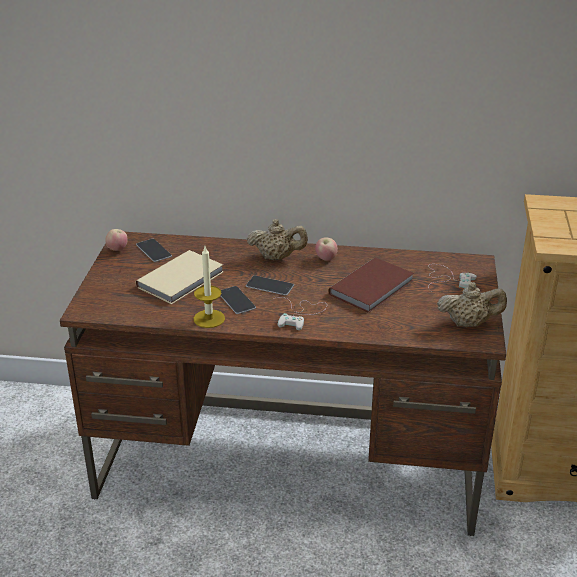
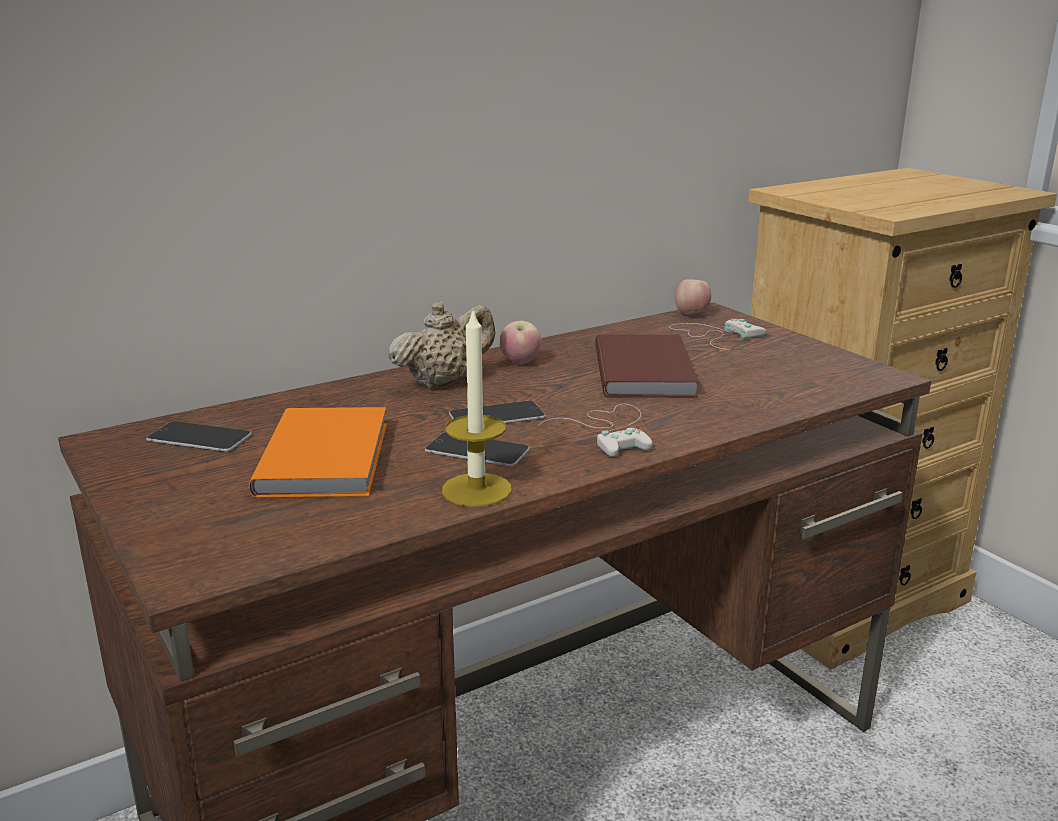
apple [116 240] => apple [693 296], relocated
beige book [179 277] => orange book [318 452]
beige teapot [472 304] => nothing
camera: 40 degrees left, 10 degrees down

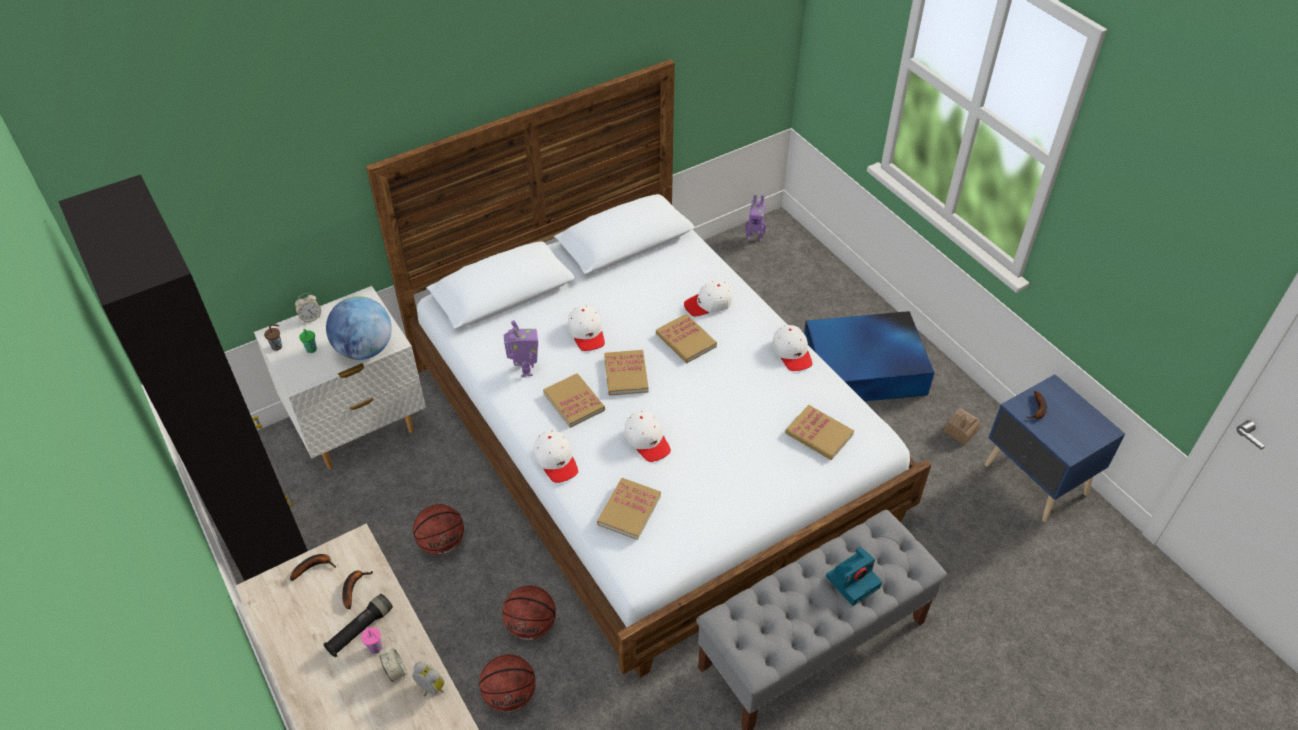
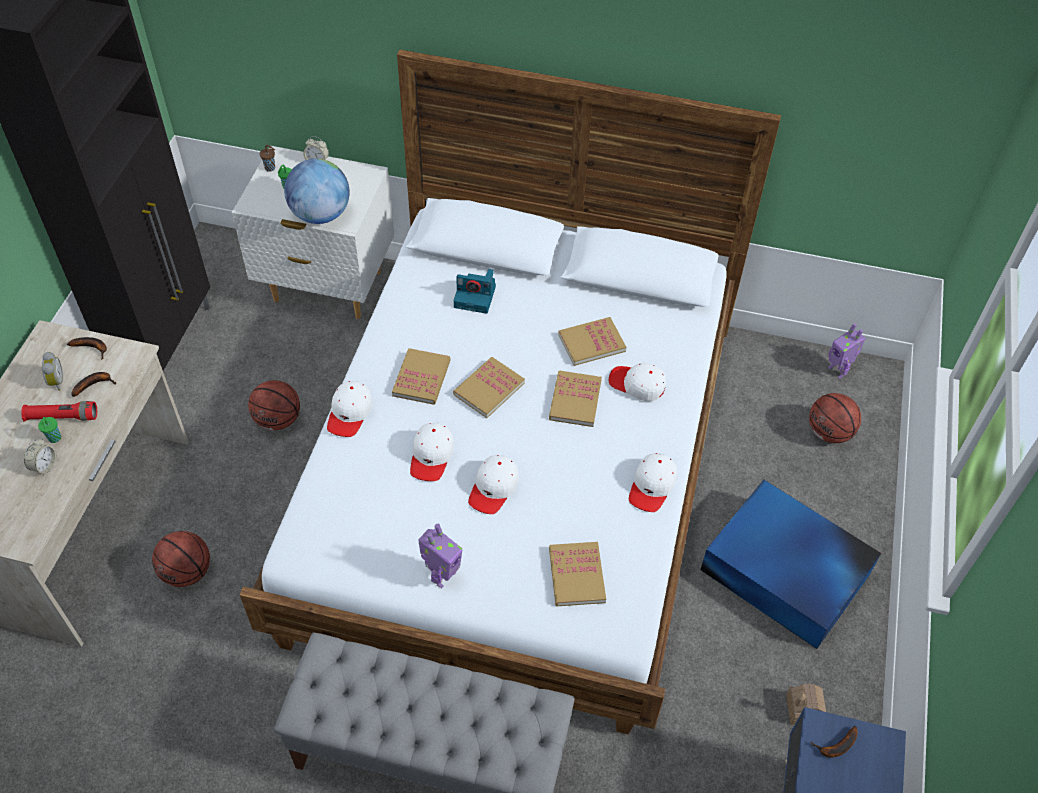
black flashlight [358 625] => red flashlight [59 411]
pink cup [371 640] => green cup [49 430]
alarm clock [428 679] => alarm clock [52 371], relocated
basketball [529 612] => basketball [835 418], relocated
toy robot [521 348] => toy robot [440 556], relocated
white cap [586 328] => white cap [493 484], relocated
book [629 509] => book [592 341], relocated
photo camera [854 576] => photo camera [475 291], relocated
camera: 45 degrees right, 5 degrees up

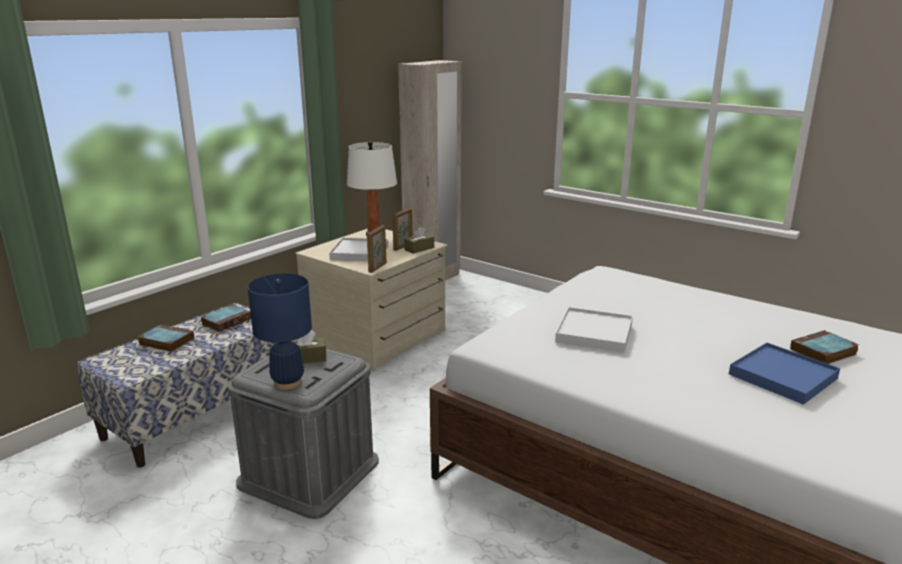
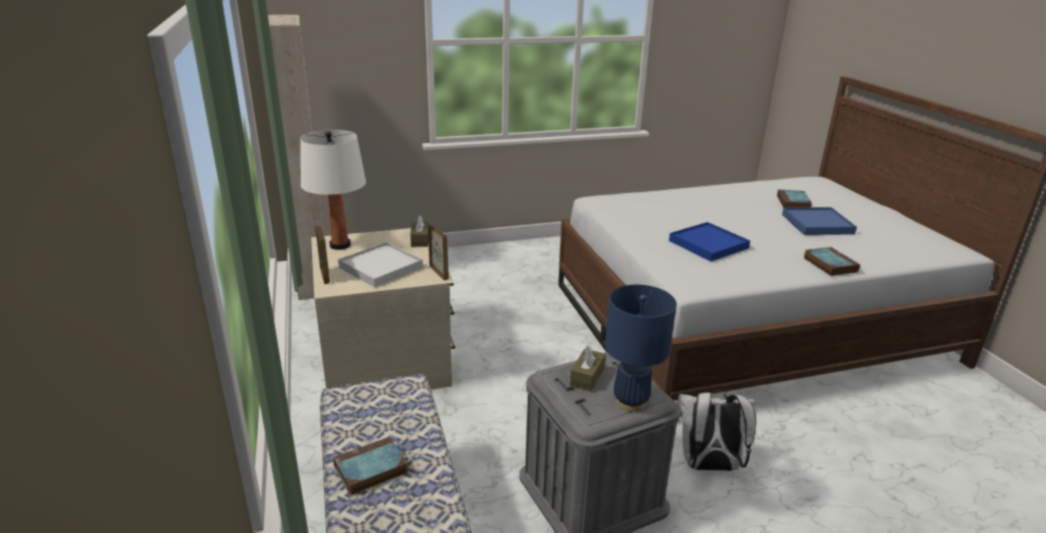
book [226 318] => book [832 261], relocated
picture frame [402 229] => picture frame [322 254], relocated
white tray [594 330] => blue tray [709 241]
nothing => white backpack [717 430]
camera: 55 degrees left, 5 degrees up

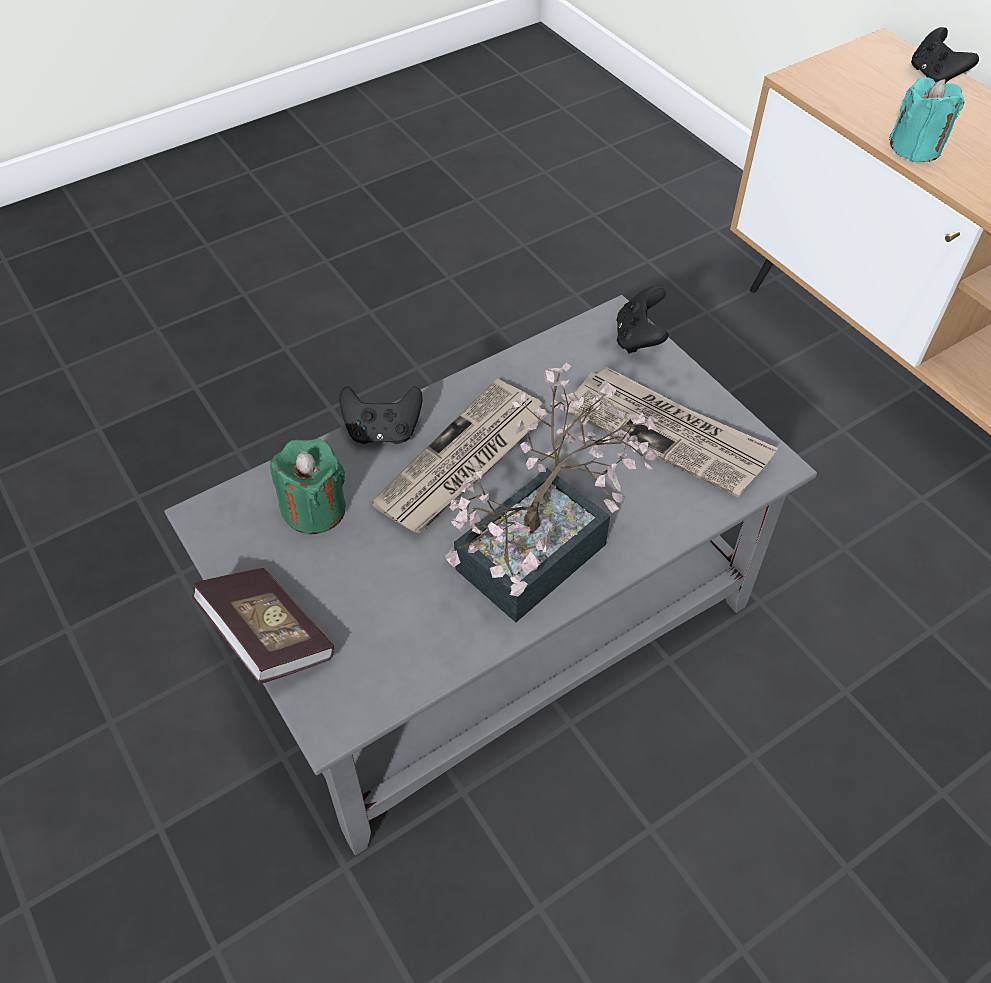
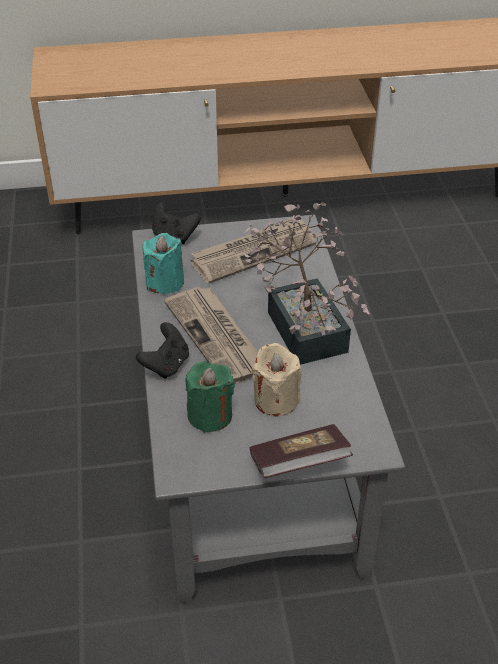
turquoise candle [927 119] => turquoise candle [163 263], relocated
black game controller [945 55] => nothing
nothing => beige candle [276 380]
camera: 65 degrees left, 10 degrees down

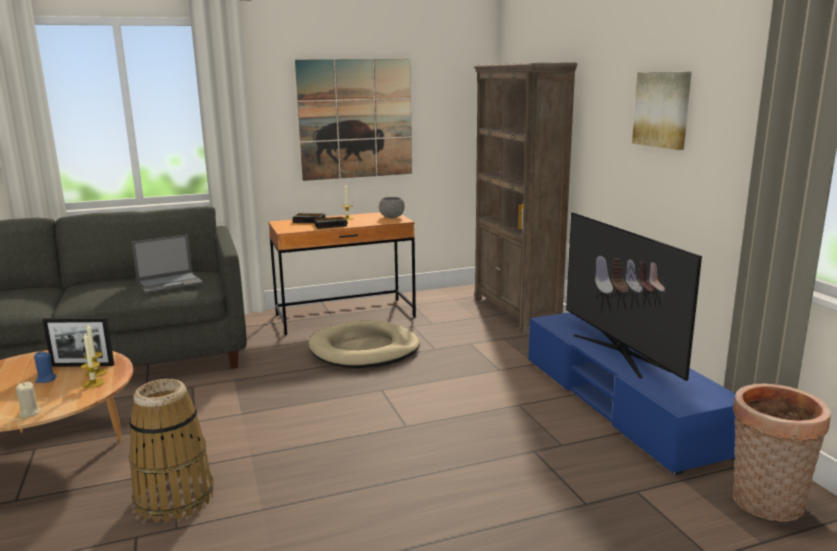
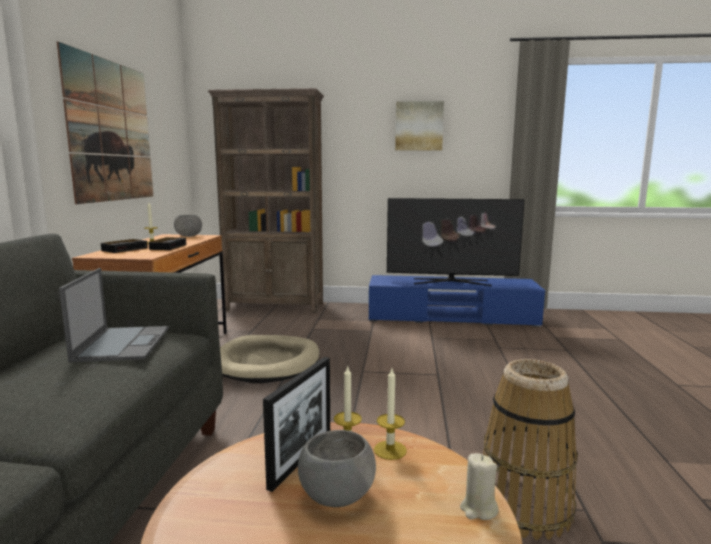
blue candle [45 367] => grey bowl [337 468]
basket [782 452] => nothing
camera: 65 degrees left, 5 degrees down

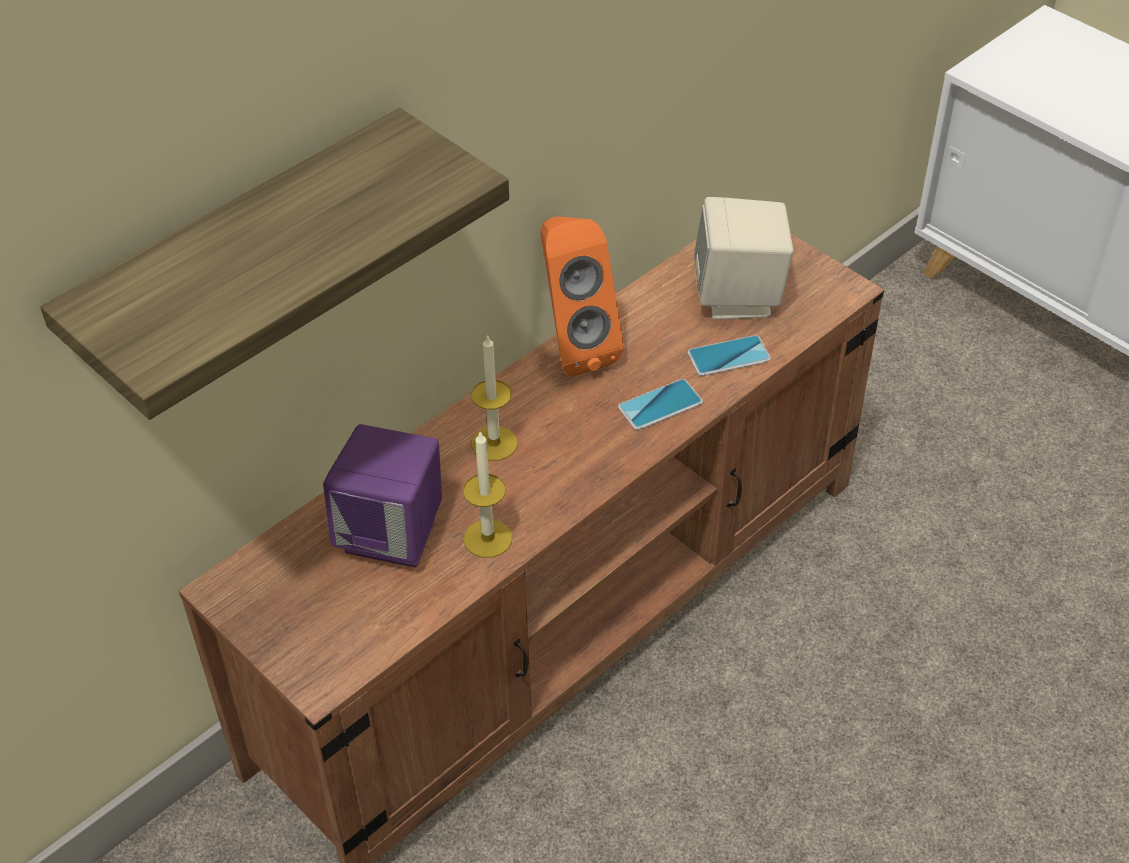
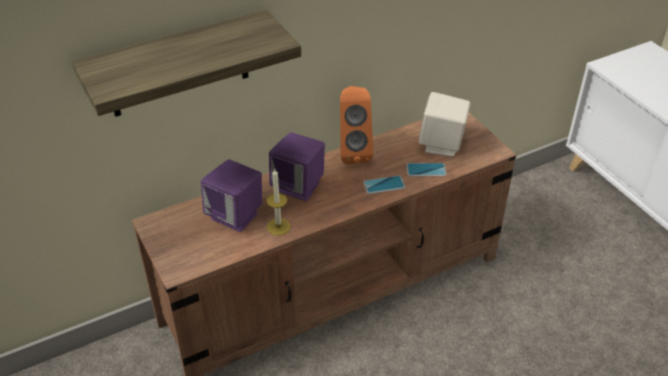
candle [494 397] => purple speaker [297 166]
camera: 15 degrees right, 5 degrees down

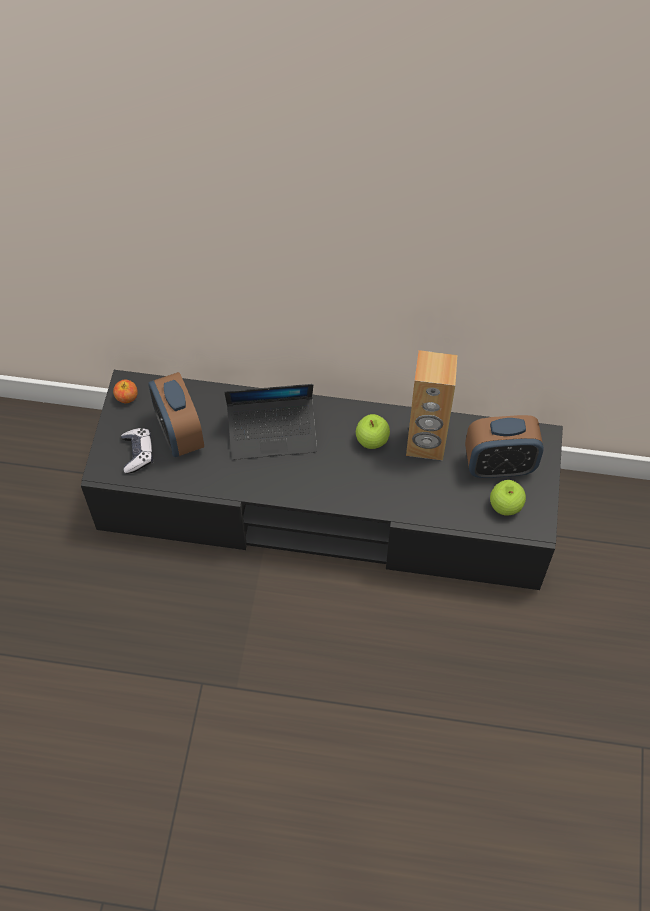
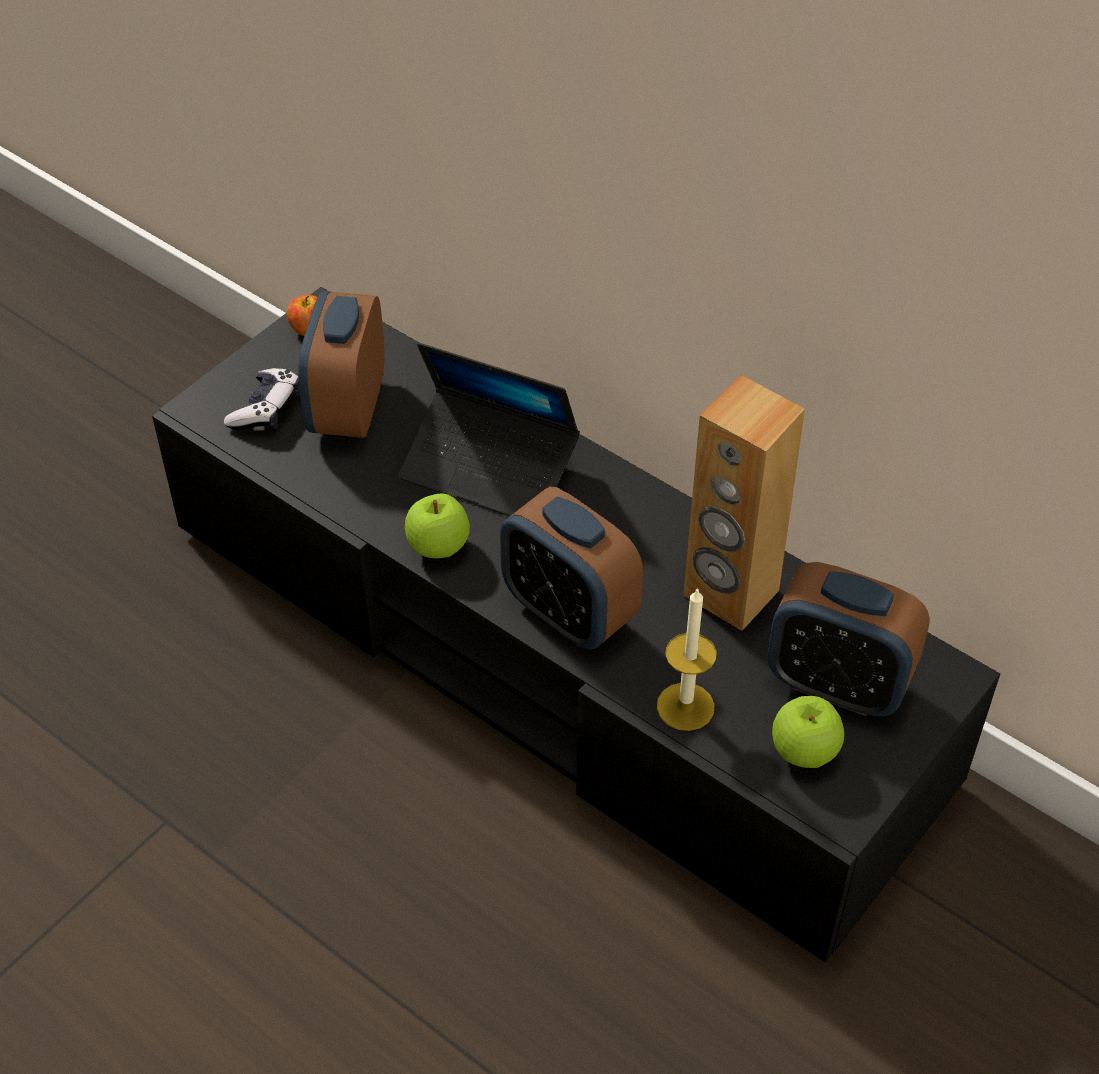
apple [373 431] => apple [437 525], relocated
nothing => alarm clock [571 568]
nothing => candle [687 659]
camera: 30 degrees right, 10 degrees down

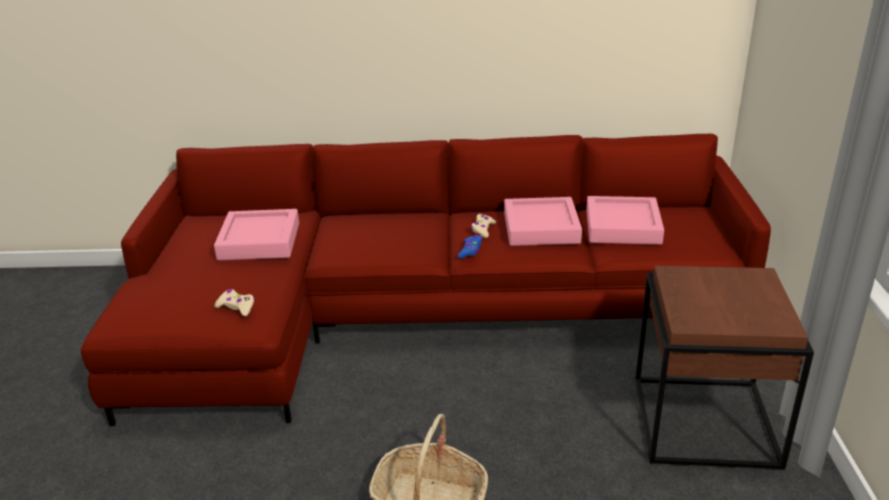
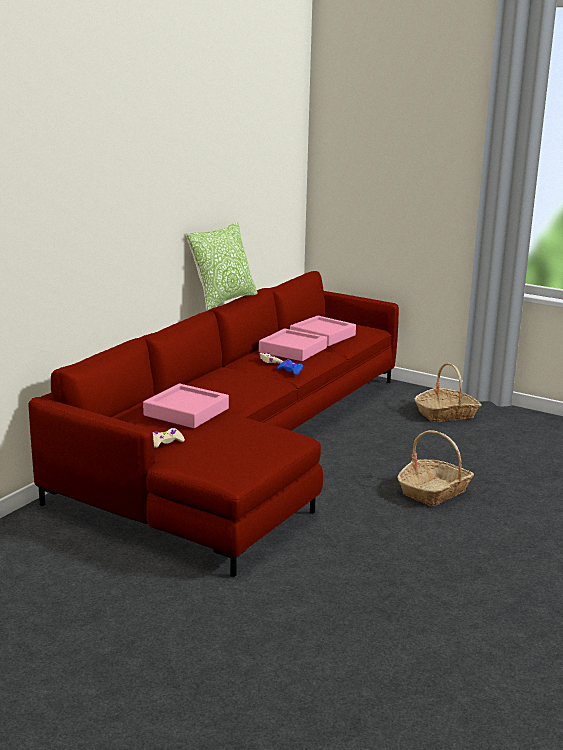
beige game controller [234 302] => beige game controller [169 438], relocated
brown side table [724 368] => basket [448 392]
nothing => pillow [222 266]
camera: 60 degrees left, 10 degrees down

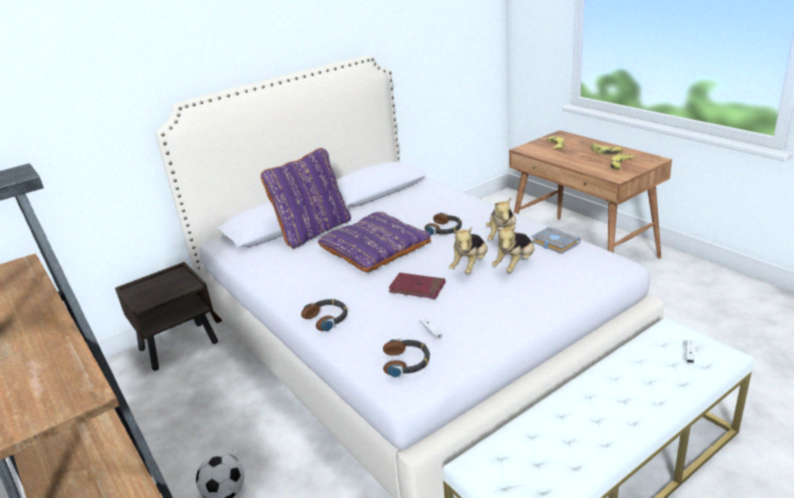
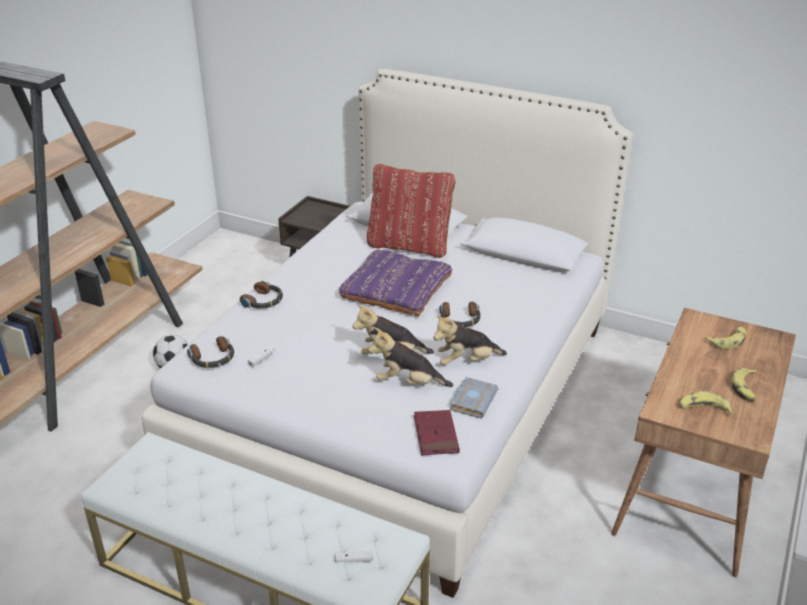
purple pillow [306 198] => red pillow [411 211]
red book [416 286] => red book [437 432], relocated
camera: 60 degrees right, 5 degrees up

